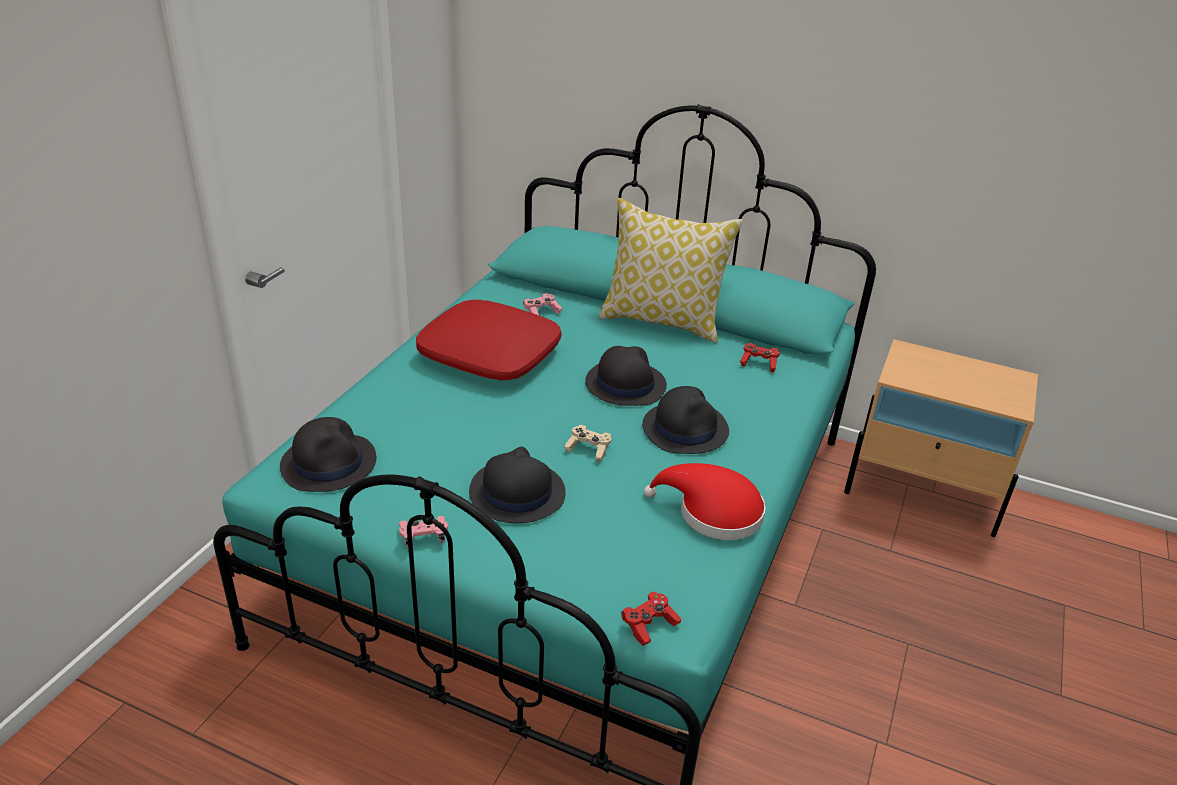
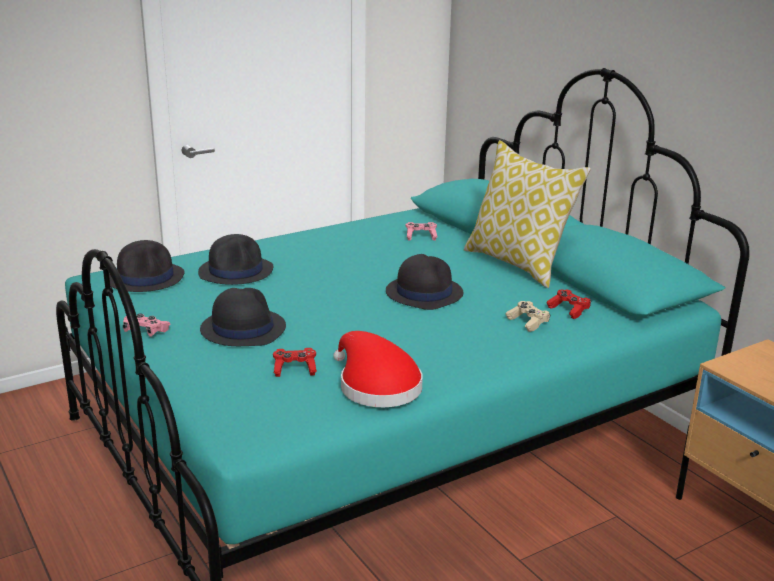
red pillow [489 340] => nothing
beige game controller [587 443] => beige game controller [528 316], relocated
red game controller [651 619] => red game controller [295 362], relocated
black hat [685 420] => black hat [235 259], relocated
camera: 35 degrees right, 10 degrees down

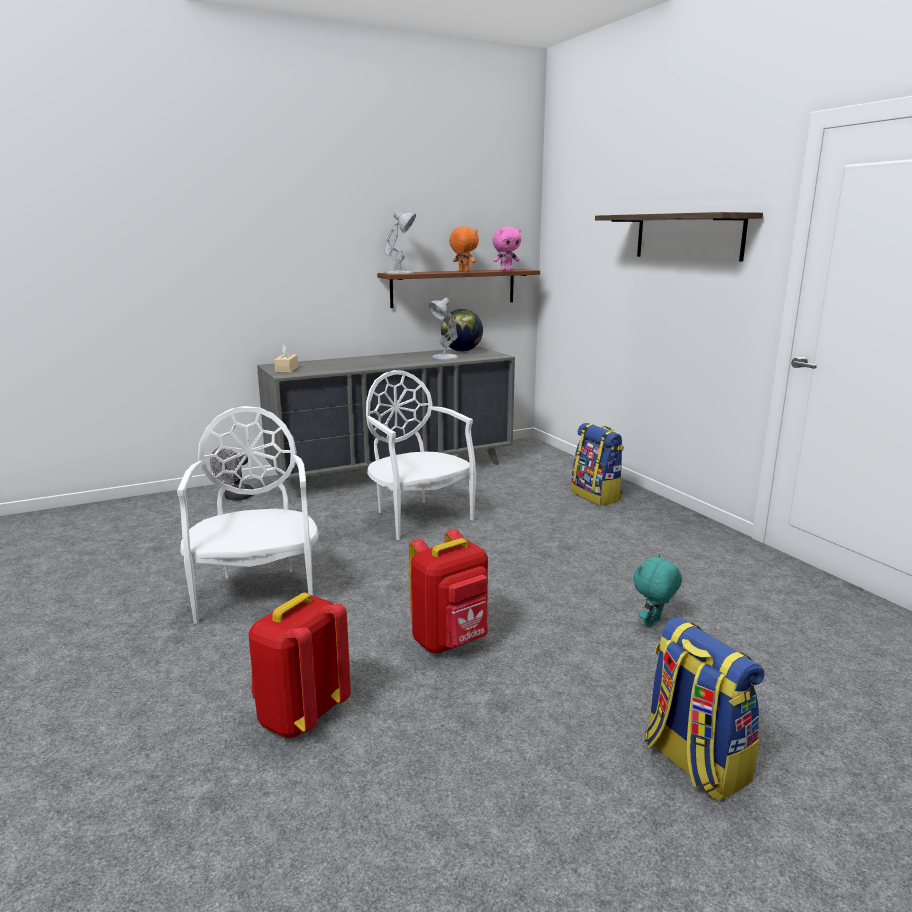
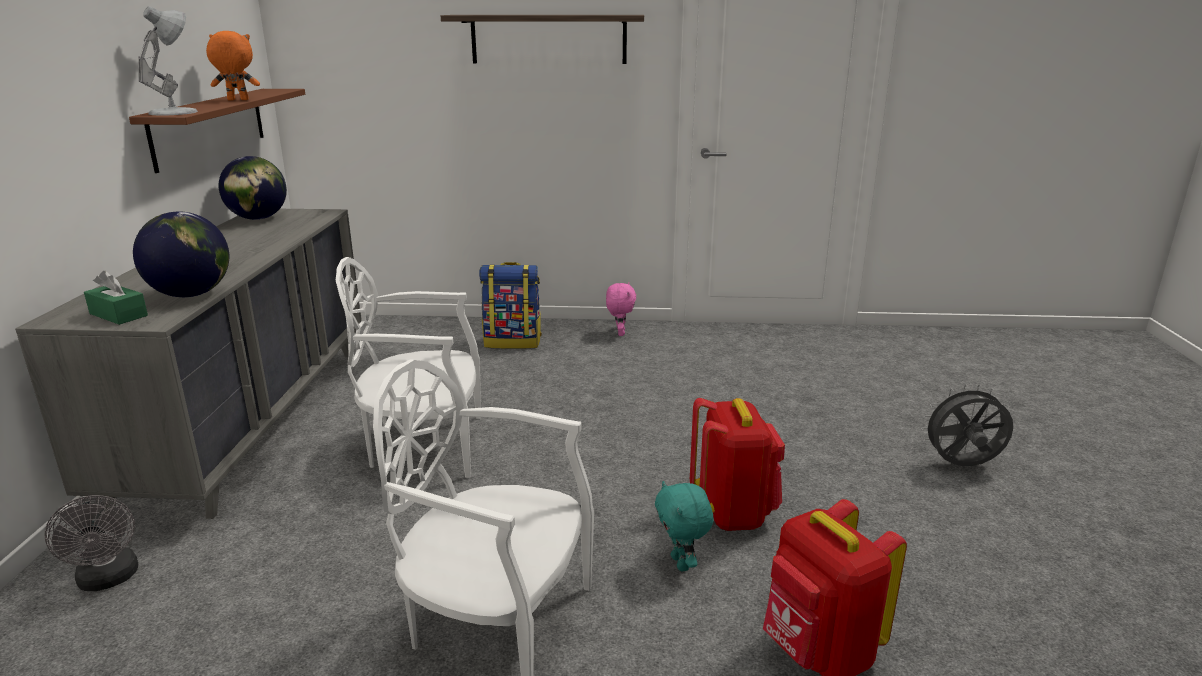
beige tissue box [286 358] => green tissue box [116 298]
white table lamp [443 329] => nothing
pink plush toy [507 249] => pink plush toy [621 309], relocated
turquoise plush toy [657 590] => turquoise plush toy [684 526], relocated
backpack [705 709] => grey fan [967 425]
nothing => globe [181 254]
camera: 60 degrees left, 5 degrees up

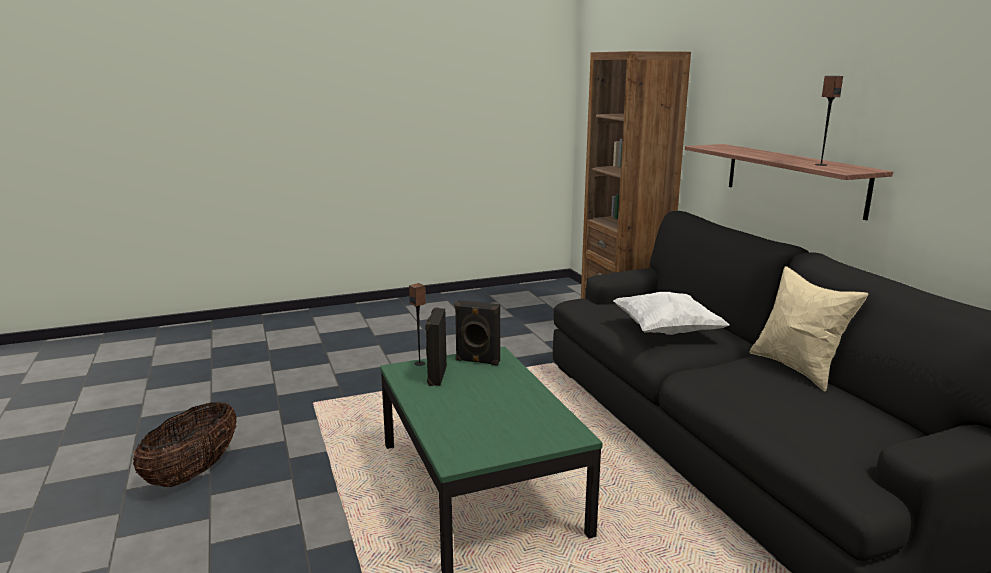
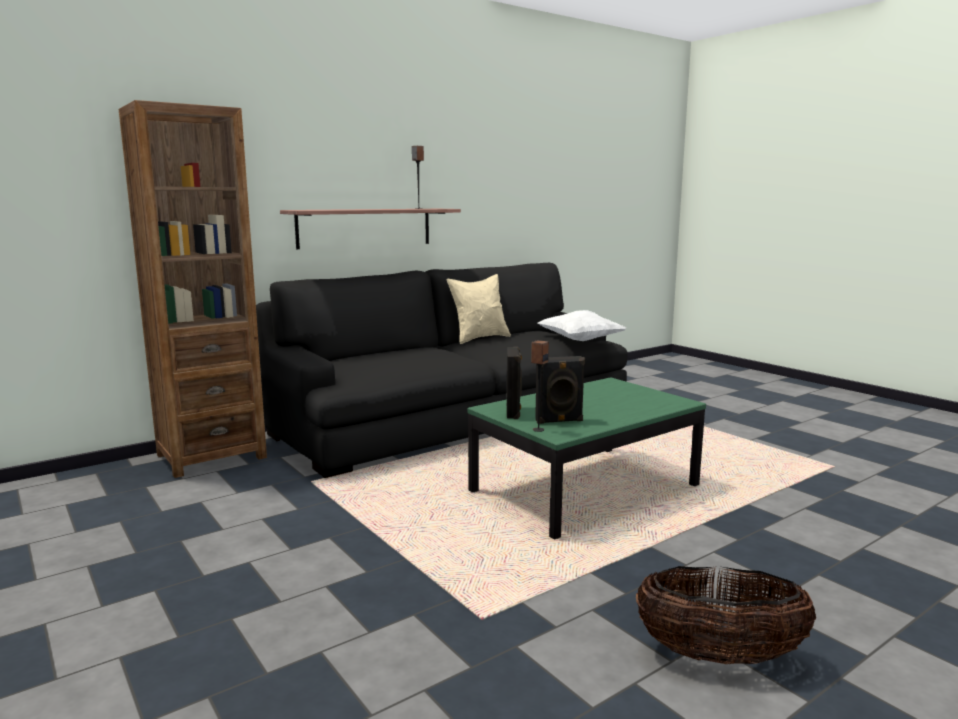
white pillow [671 313] => white pillow [582 325], relocated
camera: 105 degrees left, 5 degrees down

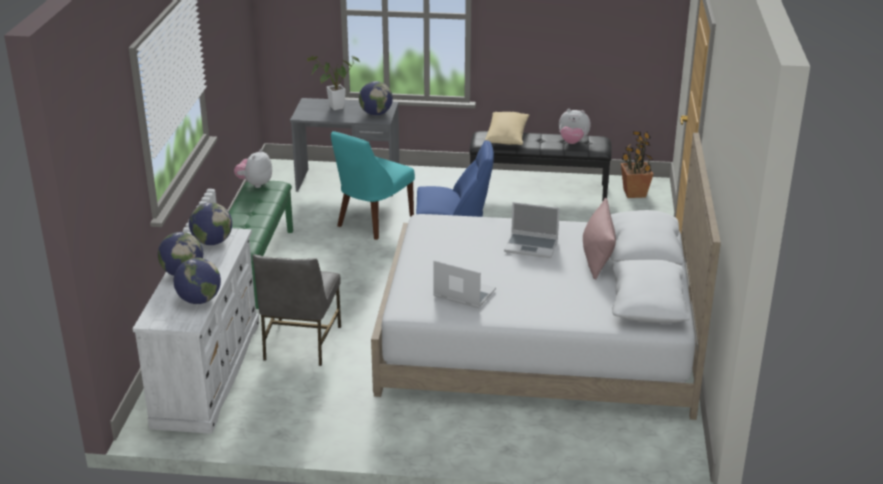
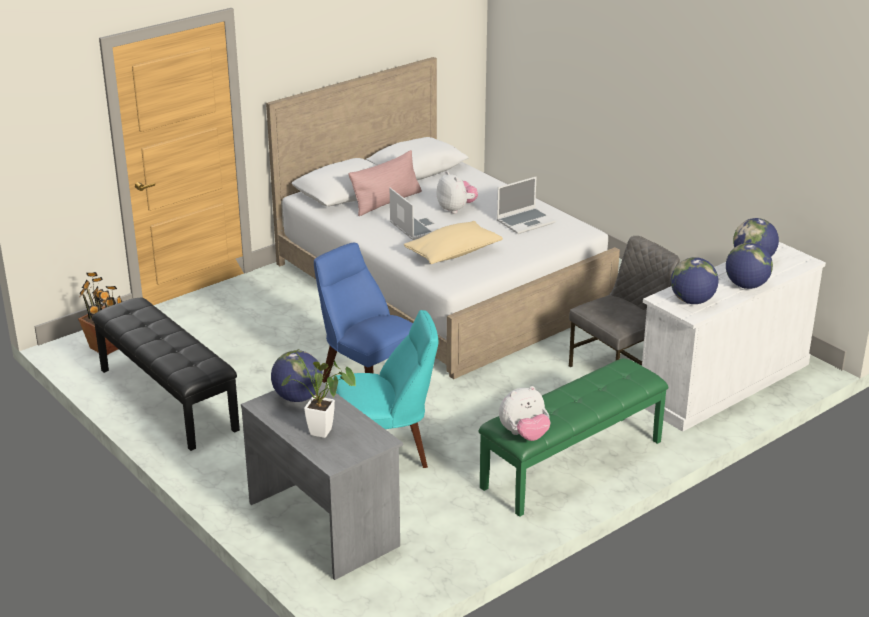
laptop [464 284] => laptop [526 205], 105 degrees counterclockwise
beige pillow [507 128] => beige pillow [453 242], relocated
plush toy [575 126] => plush toy [457 192], relocated
camera: 135 degrees left, 0 degrees up

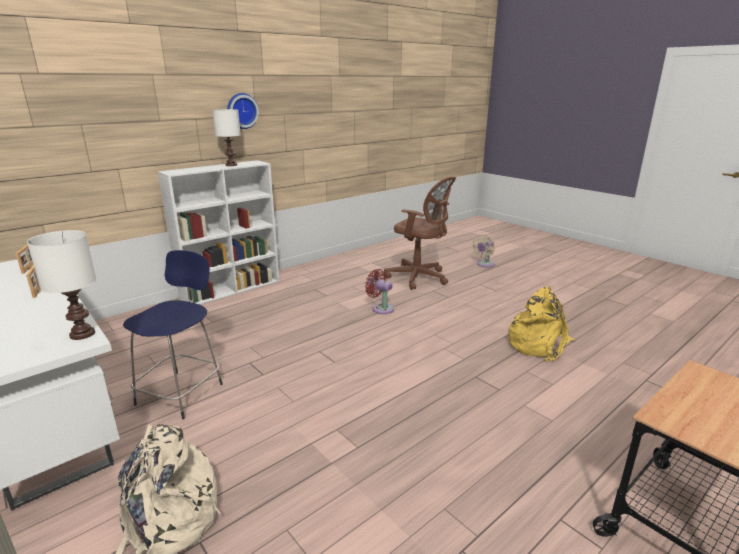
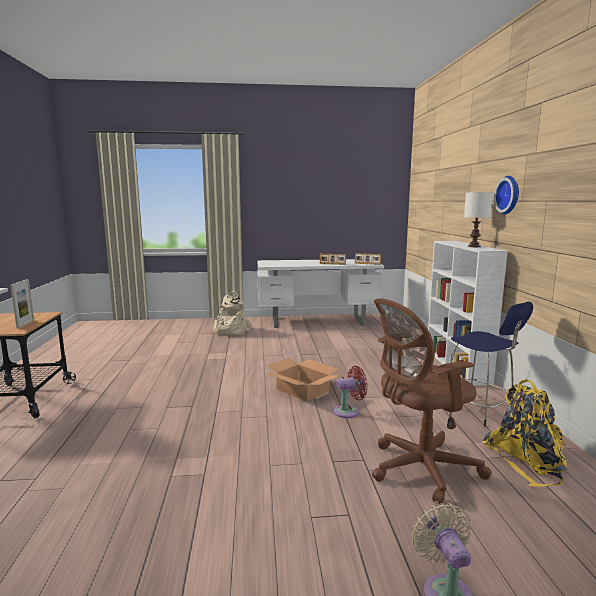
white table lamp [62 285] => nothing
blue stool [173 334] => blue stool [491 364], relocated
yellow backpack [542 324] => yellow backpack [525 433], relocated
nothing => picture frame [22 304]
nothing => cardboard box [303 379]
camera: 125 degrees right, 10 degrees down

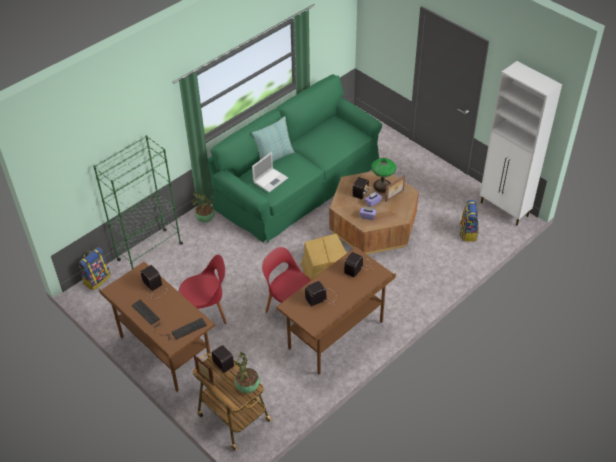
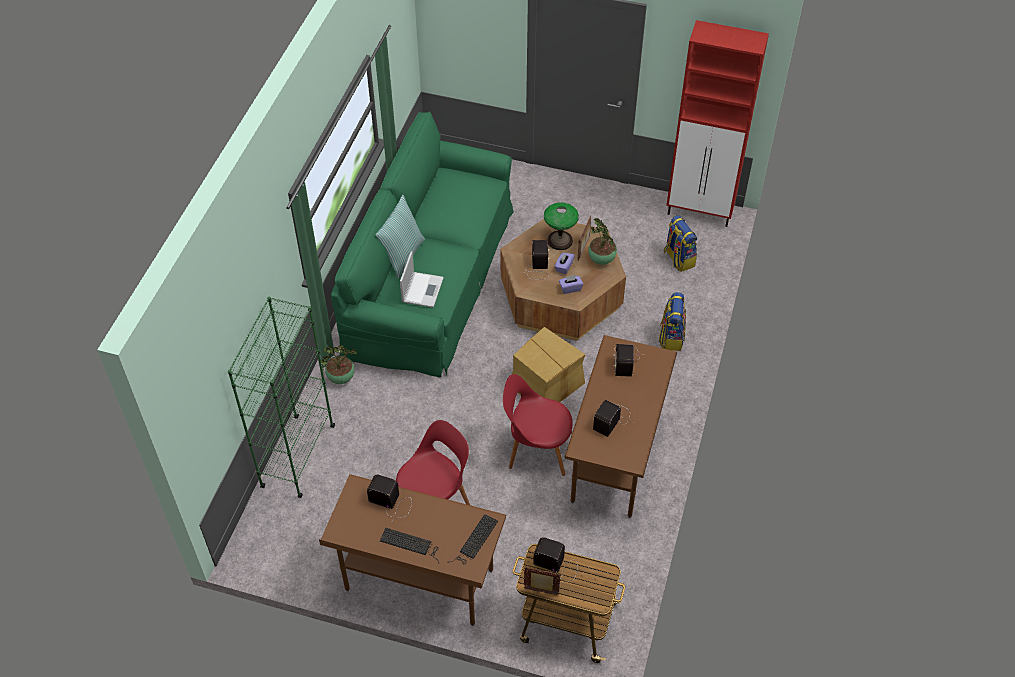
backpack [95 268] => backpack [672 321], relocated
potted plant [247 372] => potted plant [602 241], relocated
white cabinet [521 143] => red cabinet [717 123]
camera: 30 degrees left, 5 degrees up

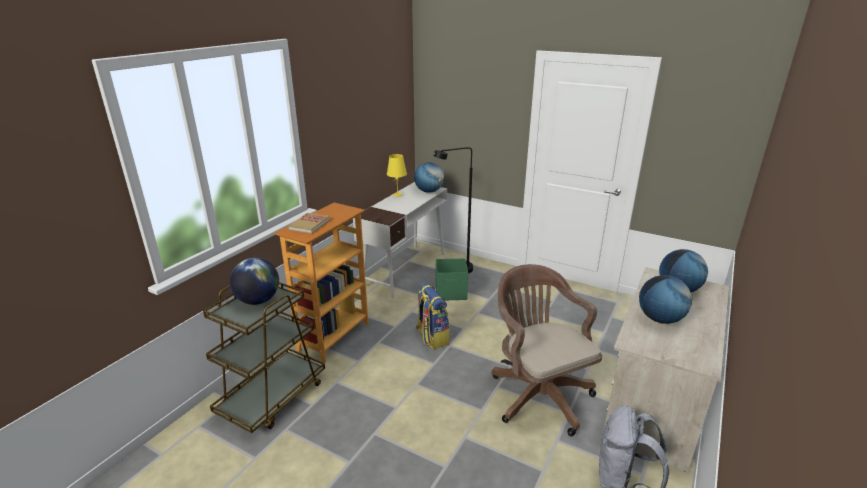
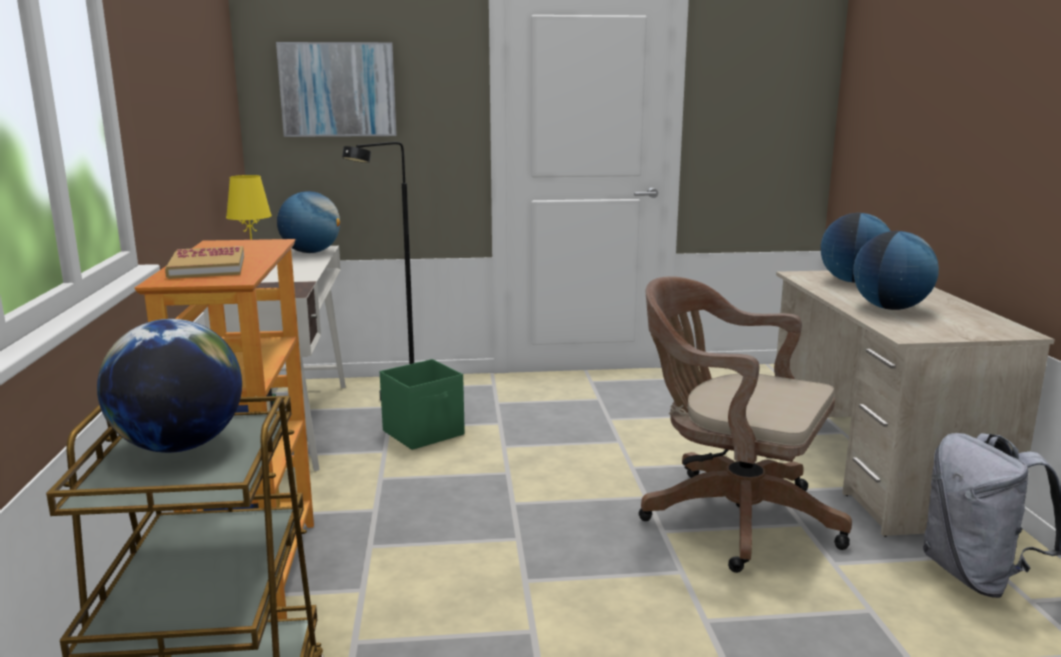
backpack [432 316] => nothing
nothing => picture [336 89]
camera: 35 degrees left, 10 degrees down

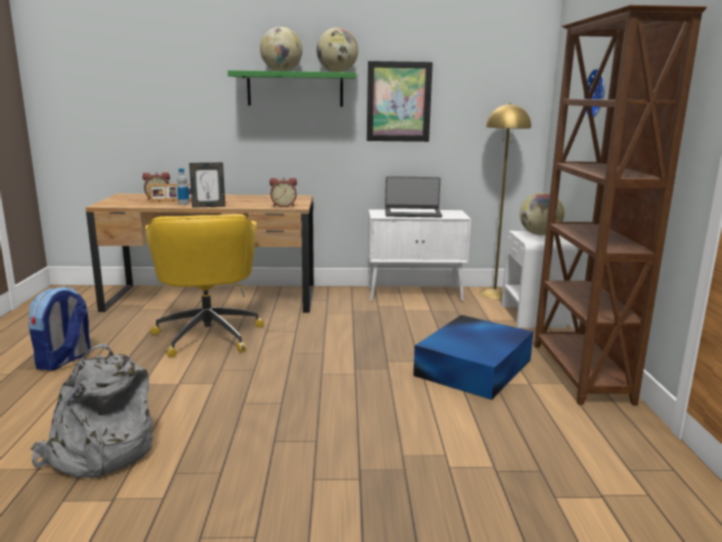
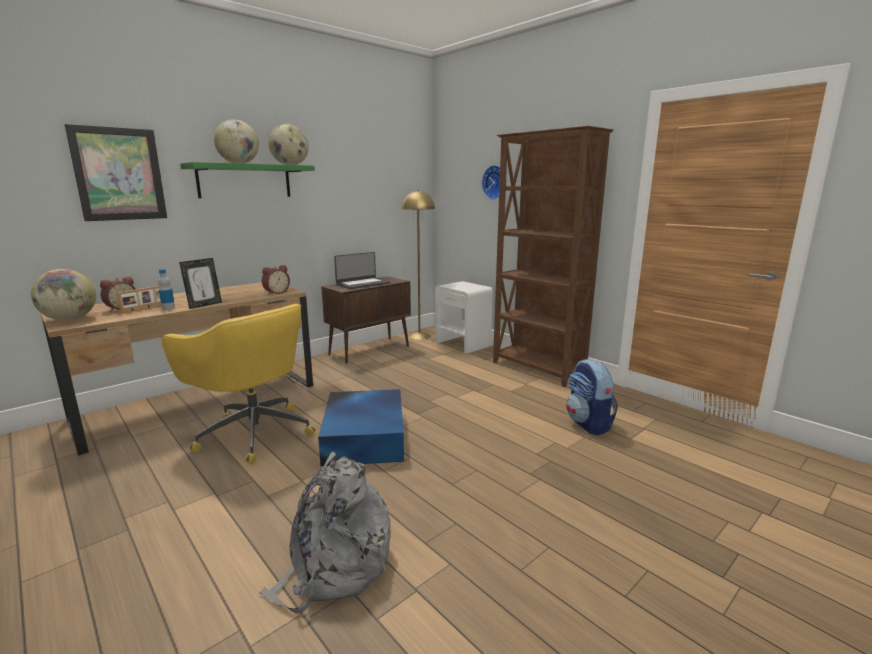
backpack [60 328] => backpack [592 397], relocated
picture [400 101] => picture [115 172], relocated
white cabinet [419 255] => brown cabinet [366 320]
blue storage box [473 357] => blue storage box [361 427], relocated
globe [542 213] => globe [63 295], relocated
camera: 40 degrees left, 0 degrees up

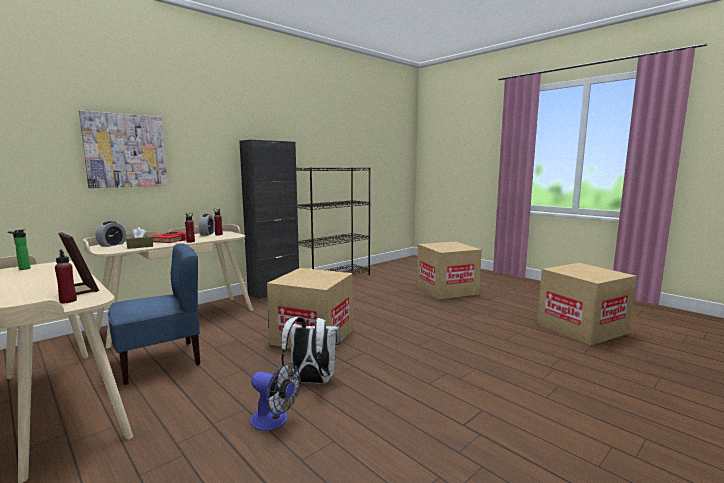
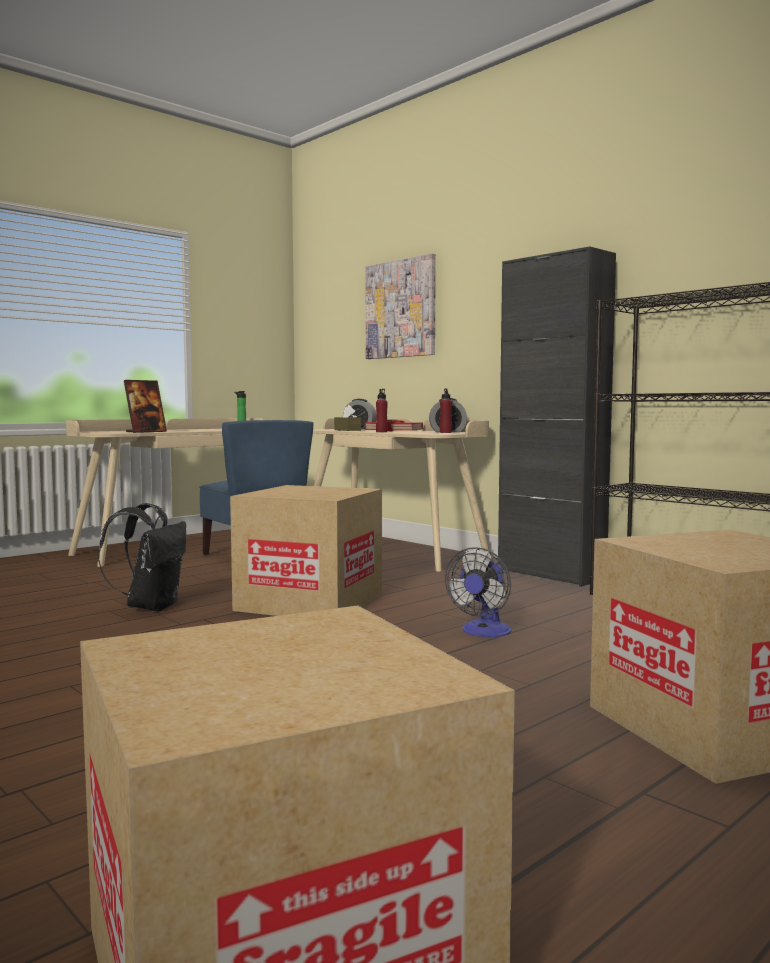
red bottle [66 276] => nothing
fan [275 397] => fan [478 592], relocated
white backpack [311 350] => black backpack [142 557]
camera: 90 degrees right, 5 degrees down

